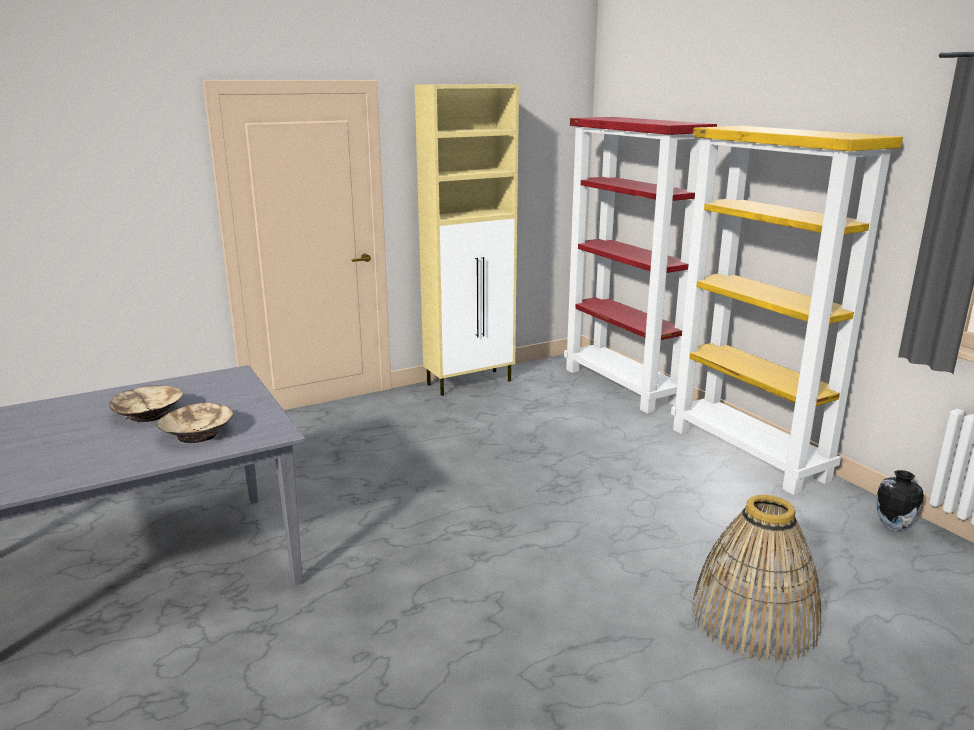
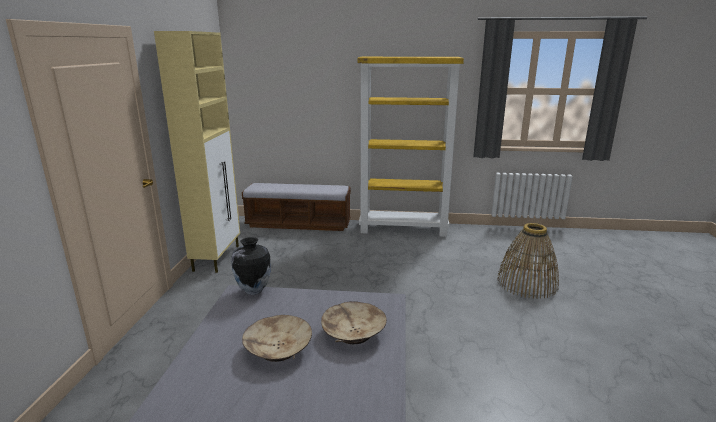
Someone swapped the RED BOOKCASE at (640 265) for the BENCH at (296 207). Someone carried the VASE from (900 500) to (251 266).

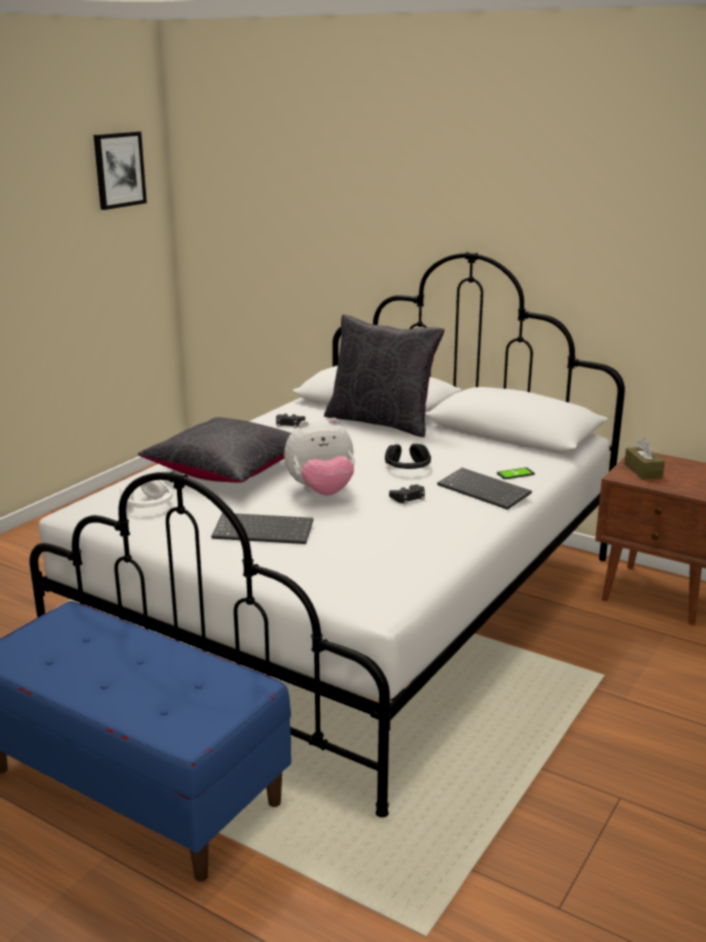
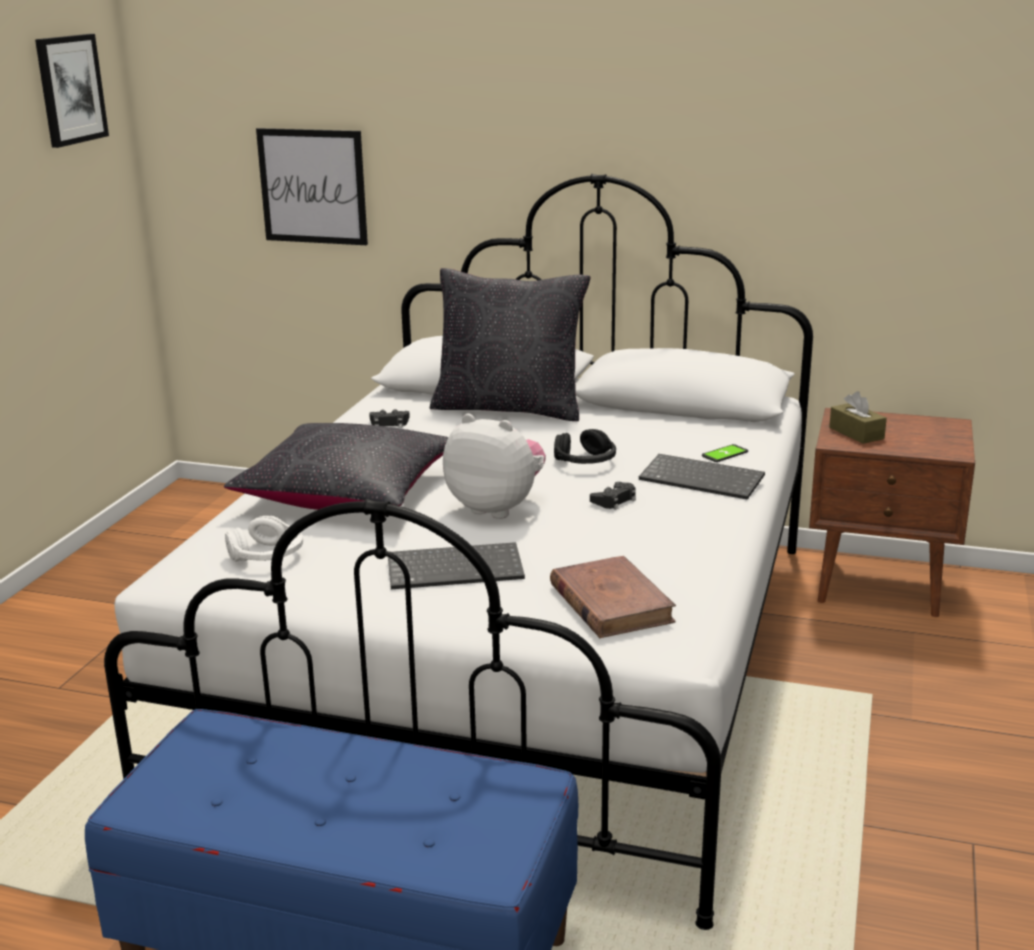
Someone rotated the PLUSH TOY at (319 457) by 120 degrees counterclockwise. Someone put up the PICTURE at (312 186). Someone put down the BROWN BOOK at (613 597).

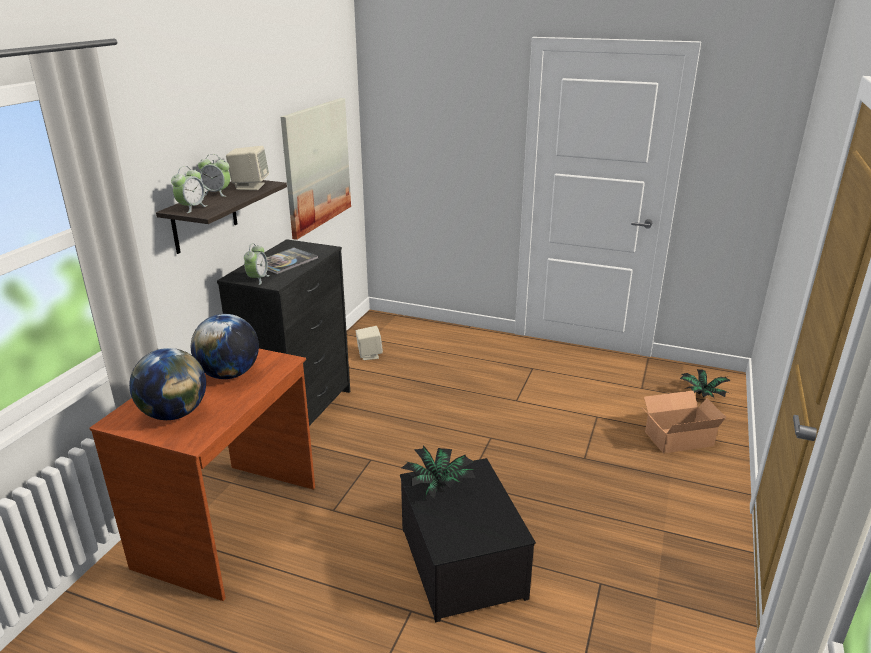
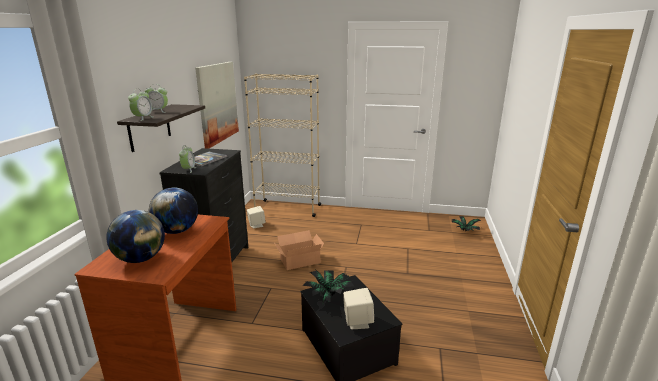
Someone carried the BEIGE SPEAKER from (247 168) to (358 308). Someone carried the CARDBOARD BOX from (684 422) to (299 250). Someone put down the BEIGE BOOKCASE at (282 145).

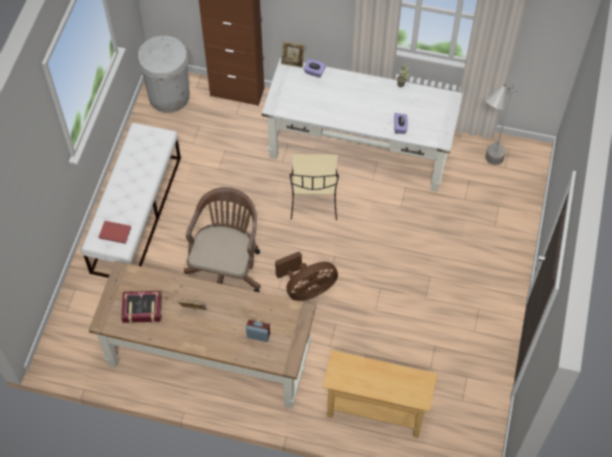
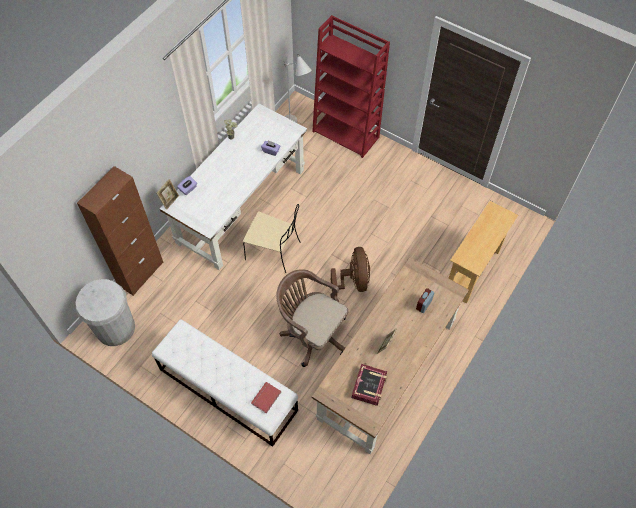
Someone put down the RED BOOKCASE at (351 86).

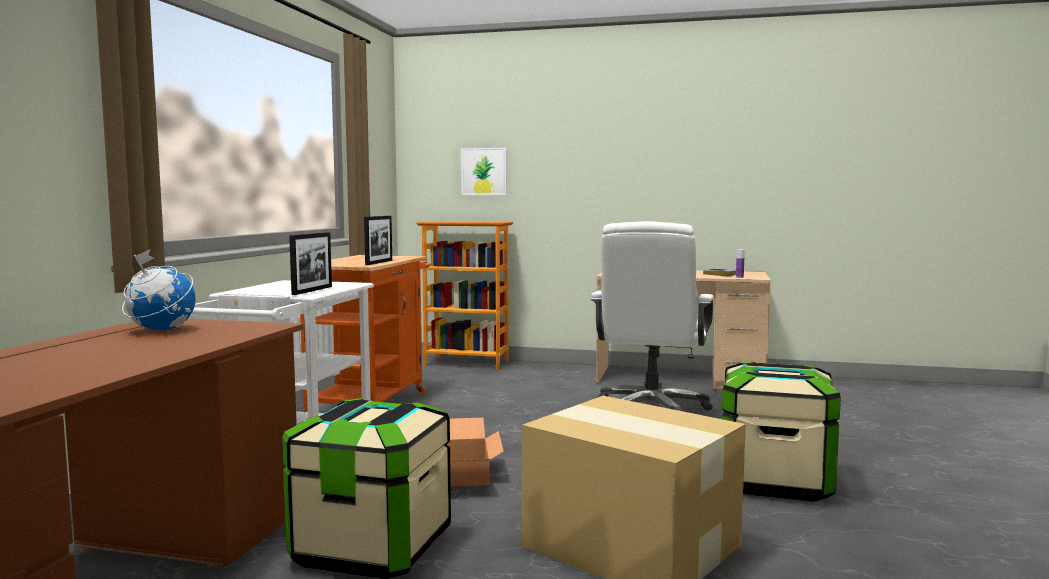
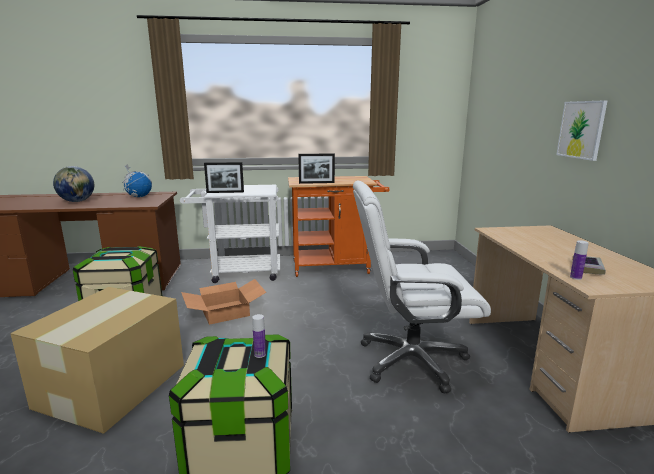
Someone carried the PICTURE from (484 171) to (582 130). Someone took away the BOOKCASE at (465 295). Someone put down the GLOBE at (73 184). Someone put down the BOTTLE at (259 336).

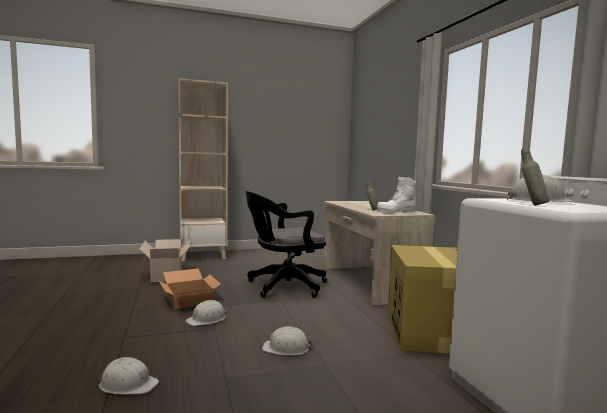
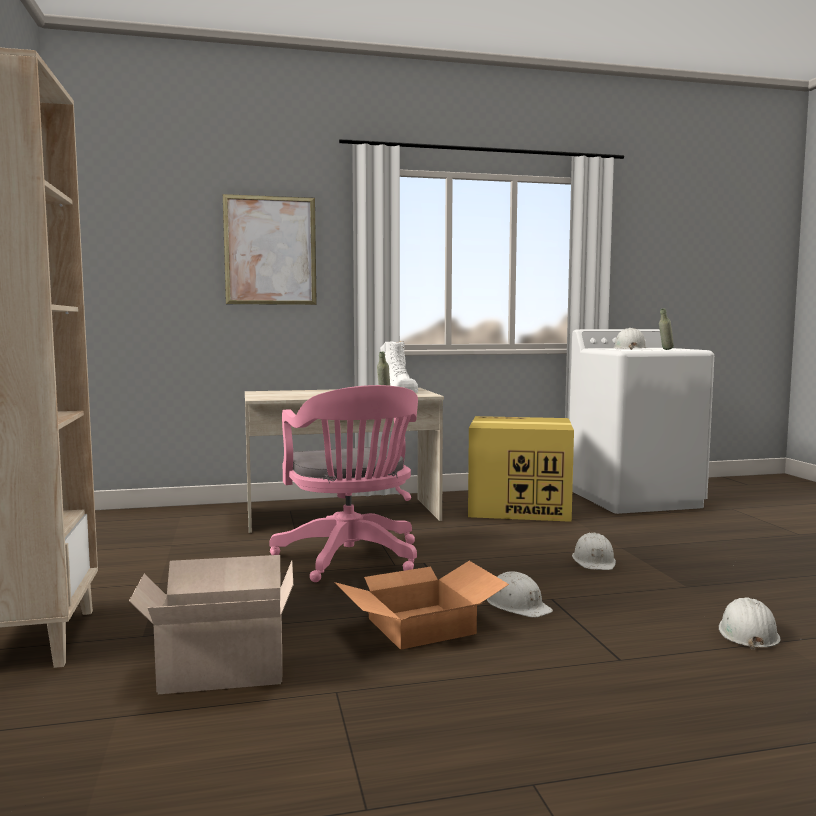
Someone repainted the BLACK OFFICE CHAIR at (286 244), which became the PINK OFFICE CHAIR at (343 483). Someone put up the PICTURE at (270 249).

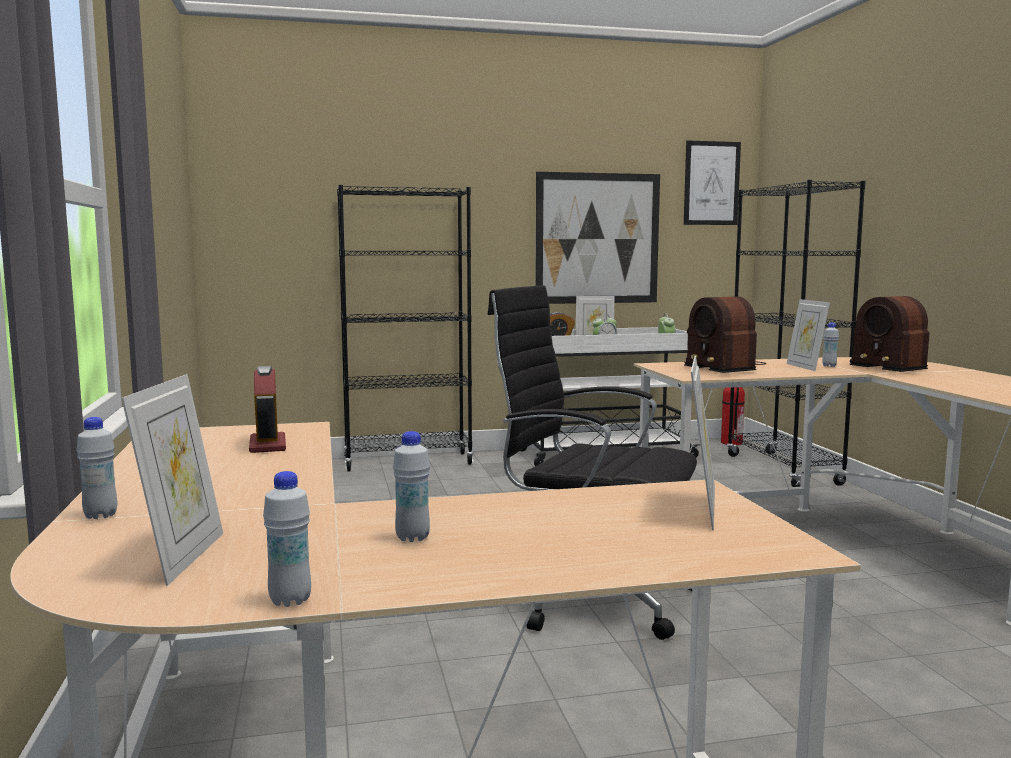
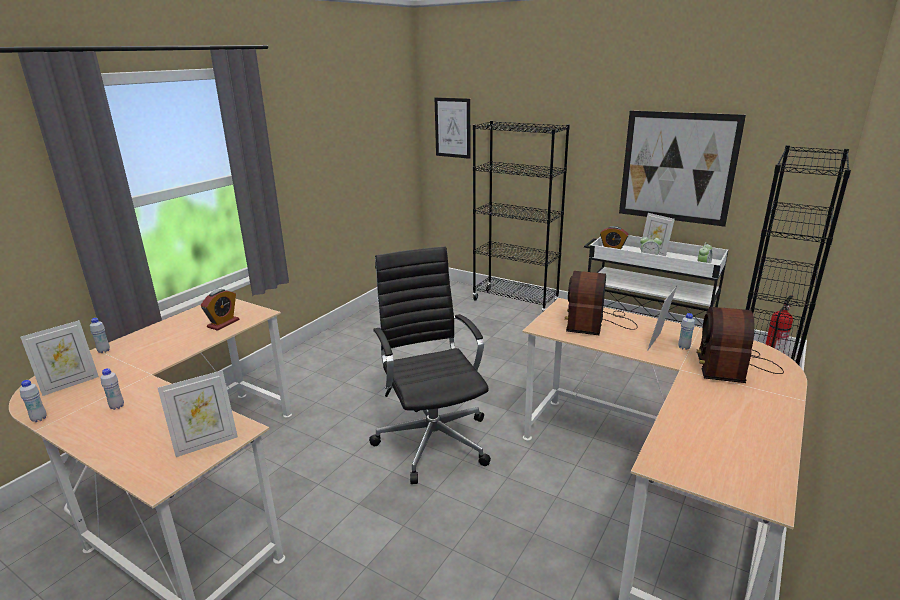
Someone carried the PICTURE from (712 183) to (452 128).

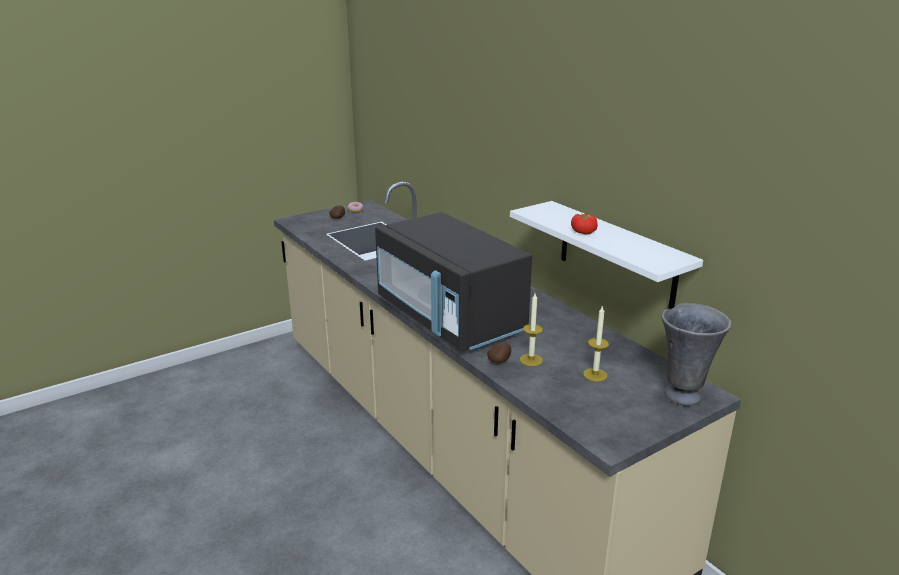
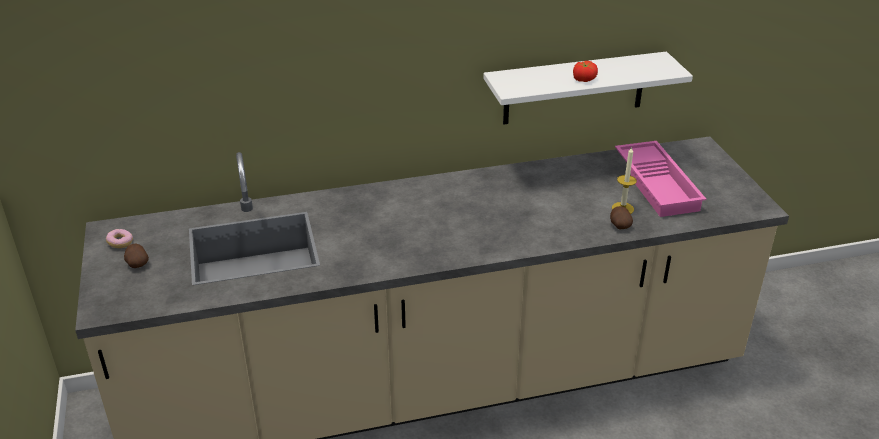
Someone took away the BLACK MICROWAVE at (453 281). Someone took away the GREY VASE at (697 354). Someone swapped the CANDLE at (596 343) for the PINK TRAY at (660 179).

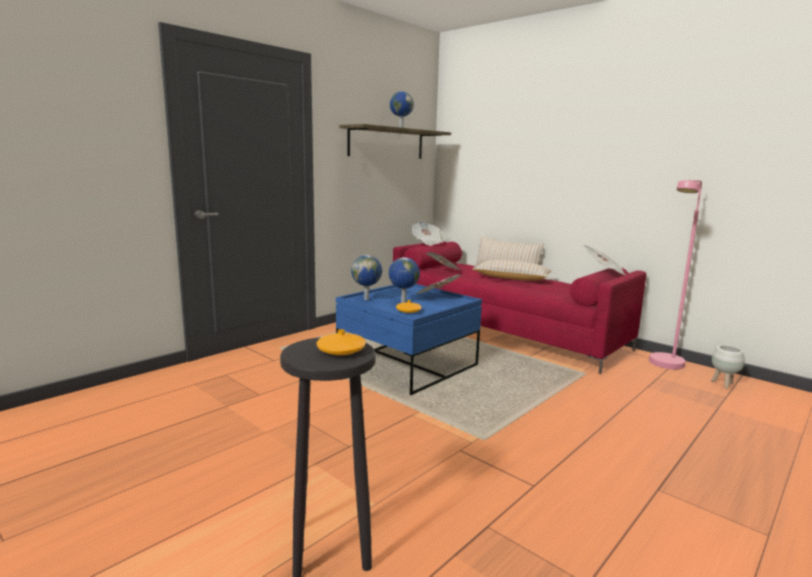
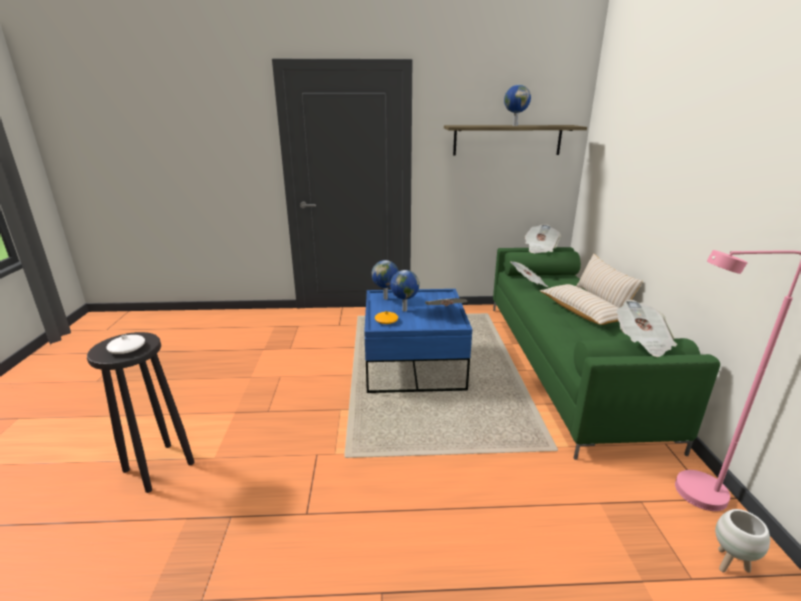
Someone repainted the RED SOFA at (519 307), which became the GREEN SOFA at (606 353). Someone repainted the ORANGE VASE at (341 342), which became the WHITE VASE at (125 344).

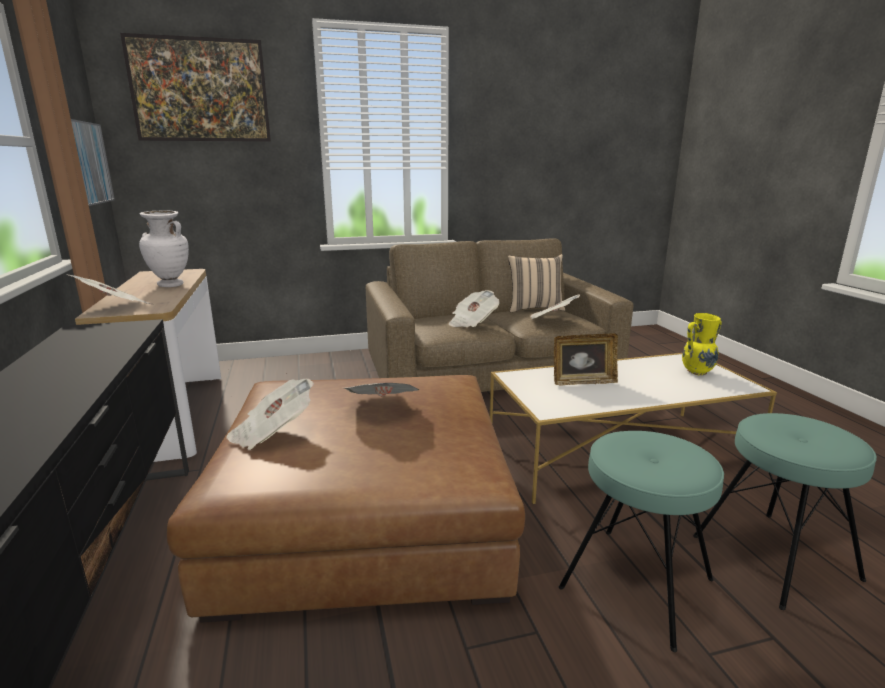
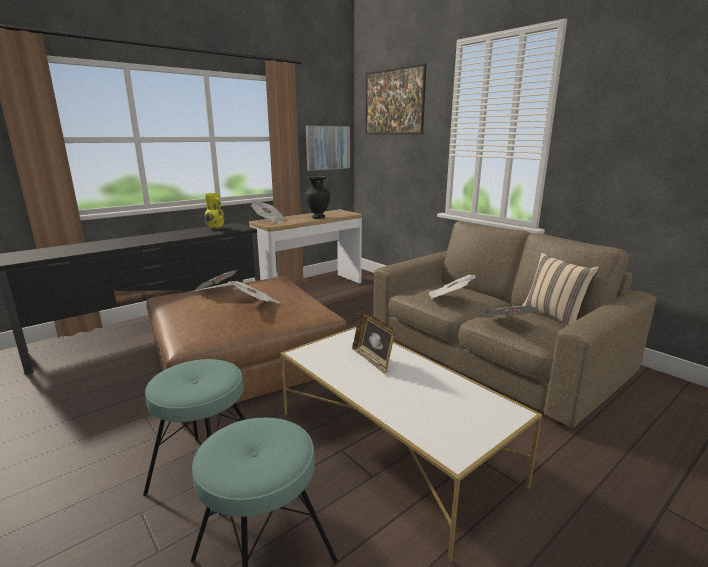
Someone repainted the WHITE VASE at (164 249), which became the BLACK VASE at (317 197). Someone carried the YELLOW VASE from (702 344) to (215 211).

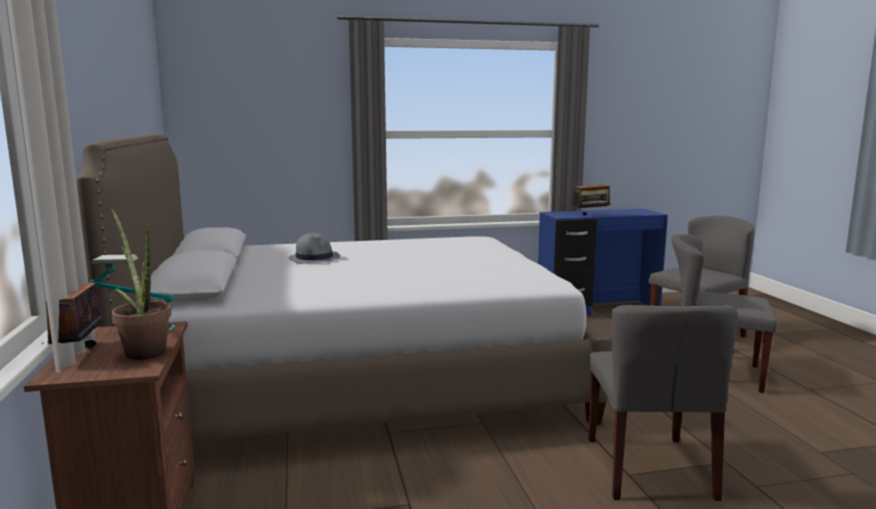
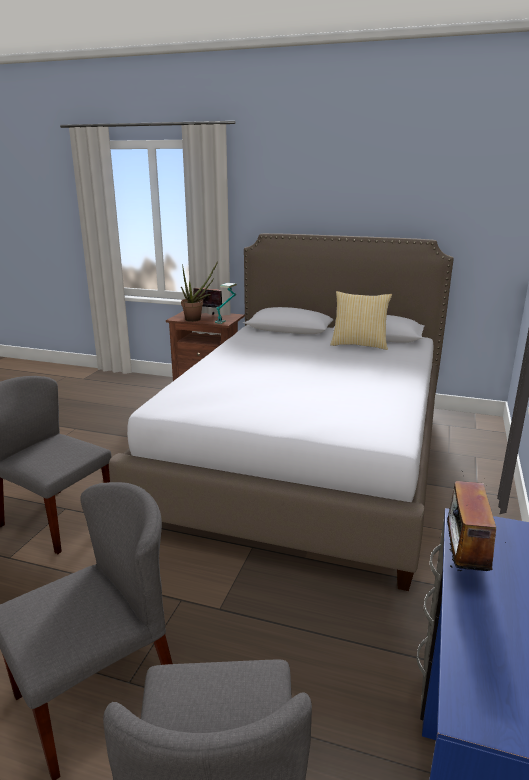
Someone took away the GREY HAT at (314 248). Someone put down the PILLOW at (361 320).

